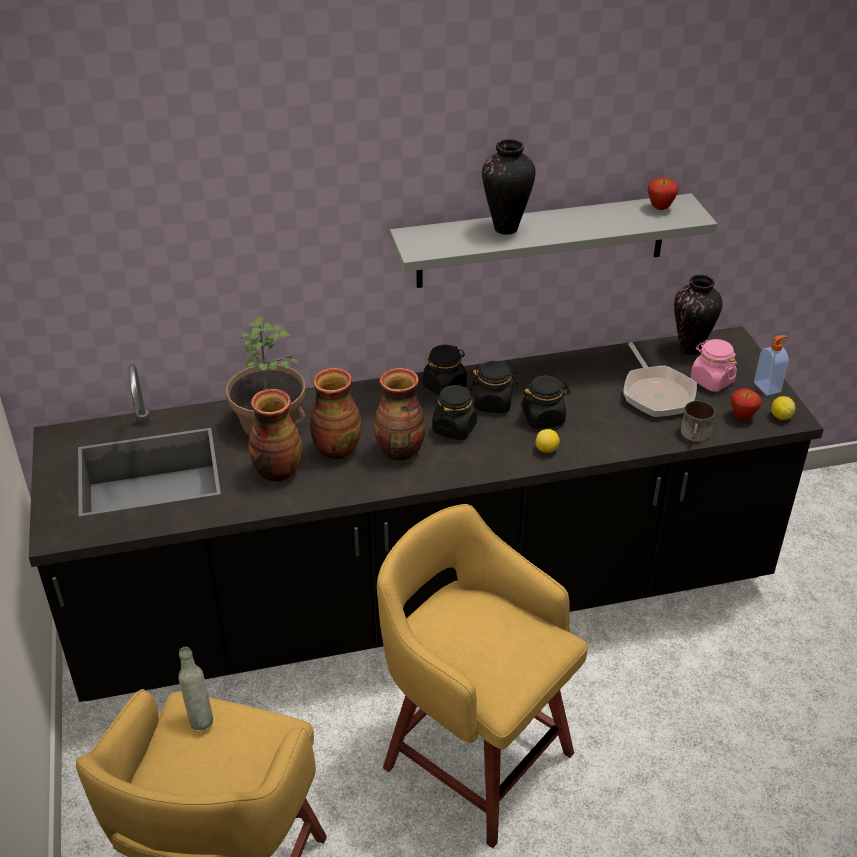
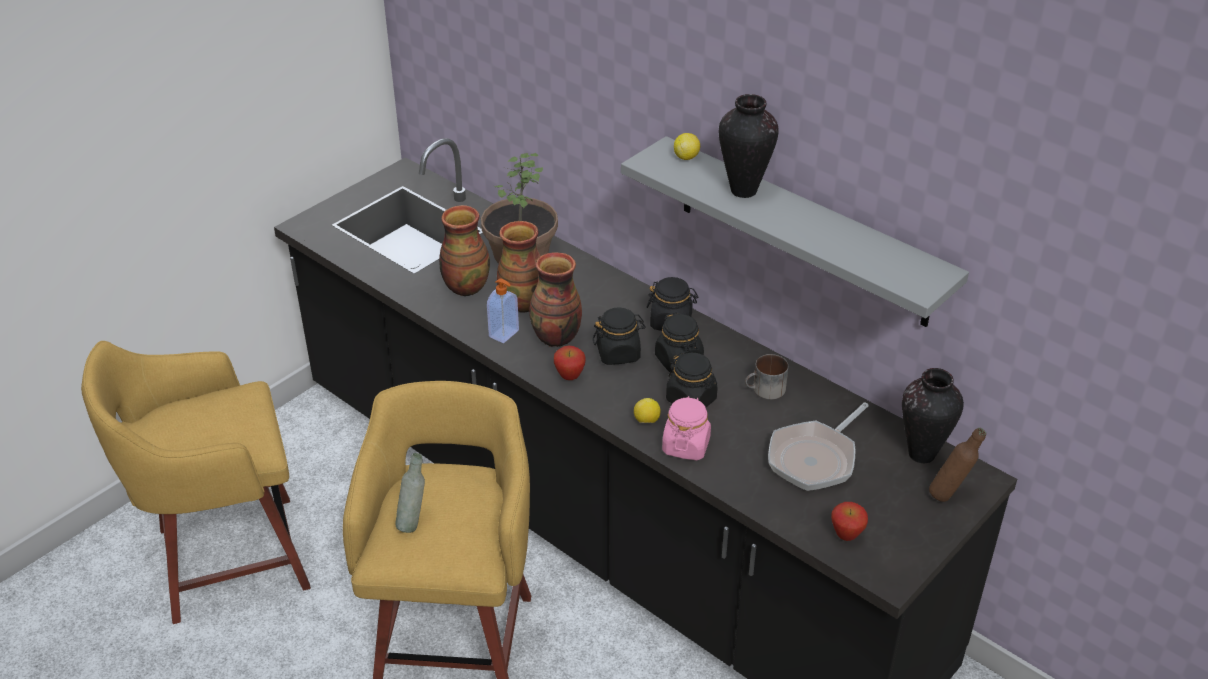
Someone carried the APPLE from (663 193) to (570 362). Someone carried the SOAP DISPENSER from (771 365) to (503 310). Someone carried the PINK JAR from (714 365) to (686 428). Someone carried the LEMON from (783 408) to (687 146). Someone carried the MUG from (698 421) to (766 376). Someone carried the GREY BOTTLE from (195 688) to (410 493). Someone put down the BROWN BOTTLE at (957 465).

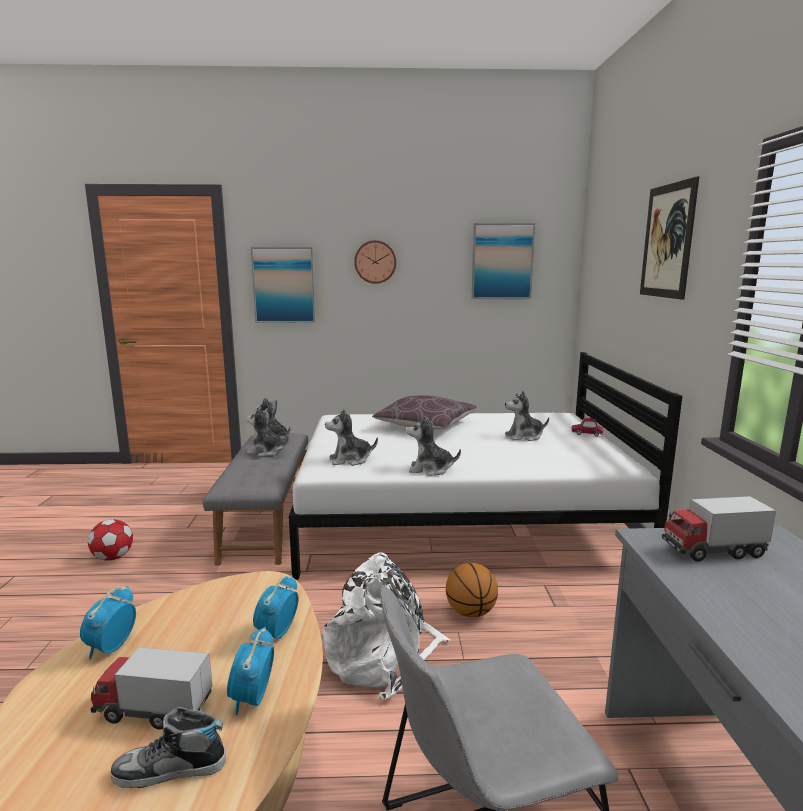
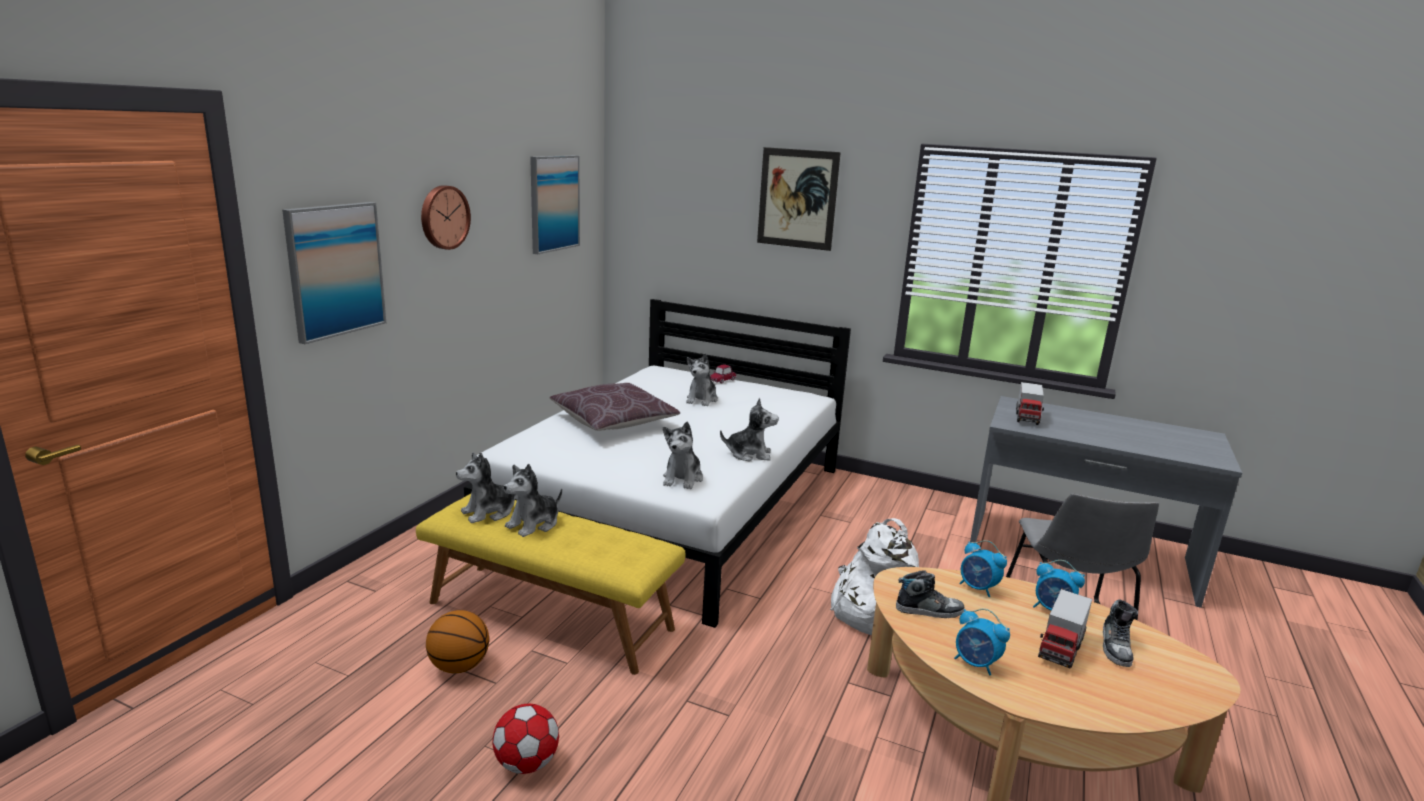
Someone rotated the PLUSH TOY at (433 445) by 120 degrees counterclockwise. Someone repainted the GREY BENCH at (255 499), which became the YELLOW BENCH at (550 584). Someone carried the BASKETBALL from (472 590) to (457 641). Someone put down the SHOE at (930 594).

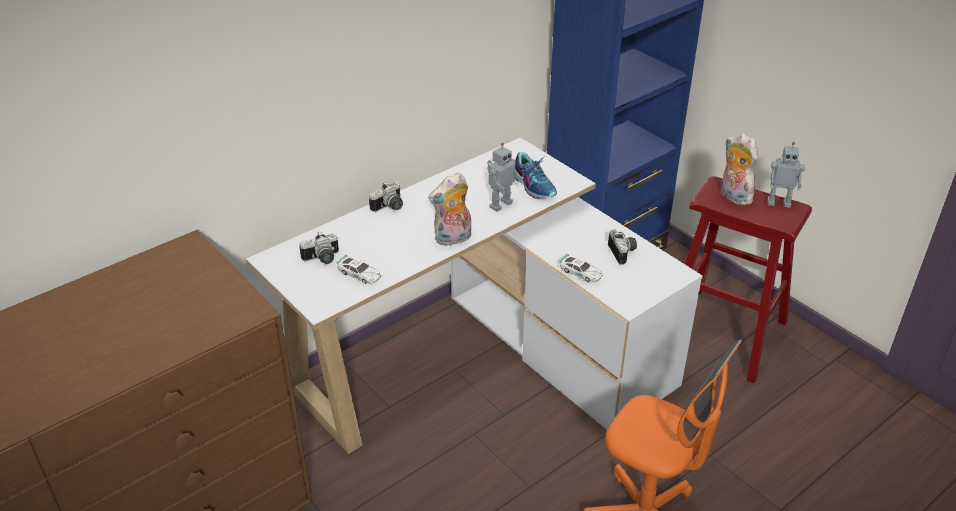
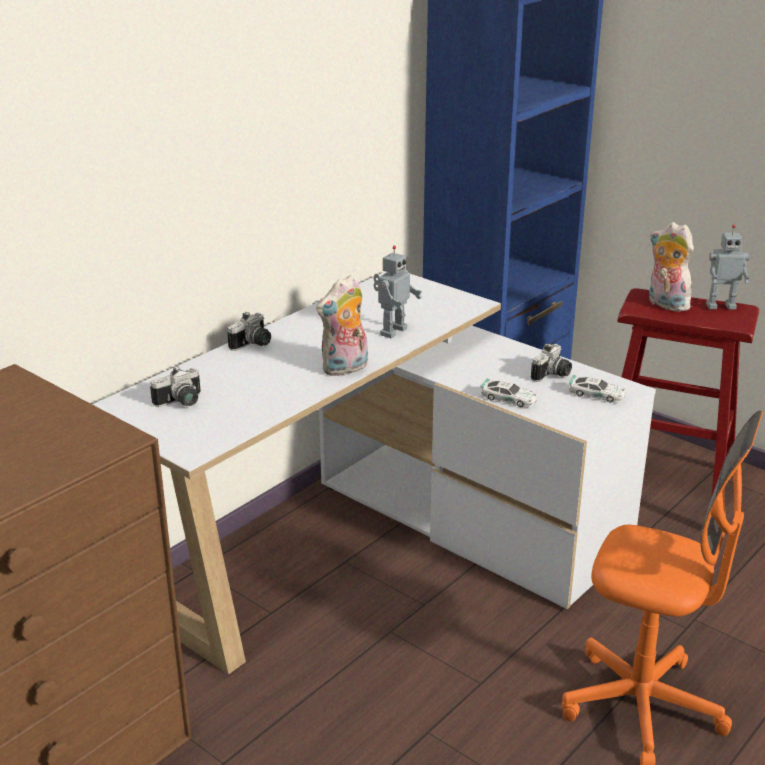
Someone took away the SHOE at (536 175). Someone rotated the PHOTO CAMERA at (622 247) by 60 degrees clockwise. Someone carried the TOY CAR from (358 270) to (597 389).

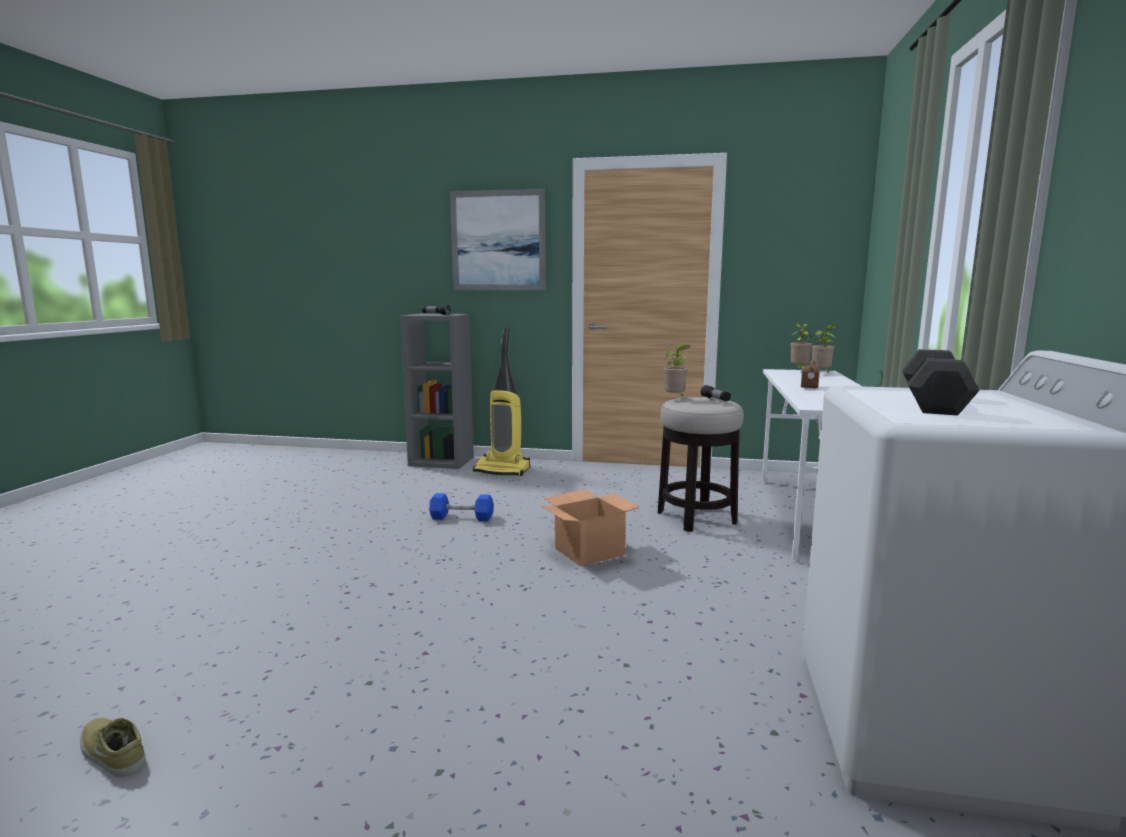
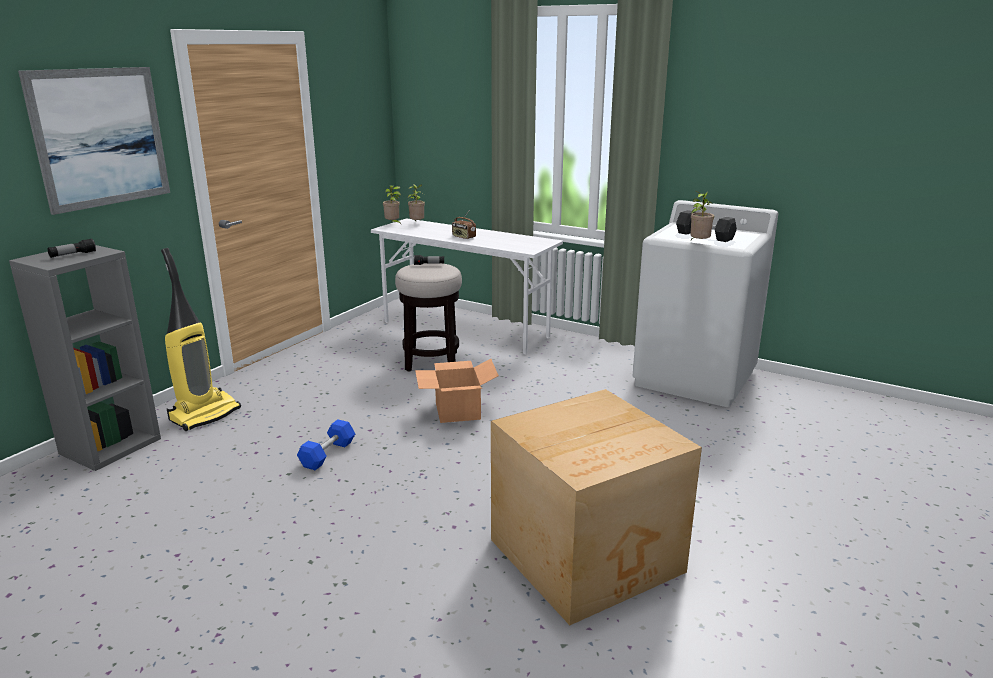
Someone carried the POTTED PLANT from (677 371) to (702 215). Someone took away the BEIGE SHOE at (113 747). Someone put down the CARDBOARD BOX at (596 507).

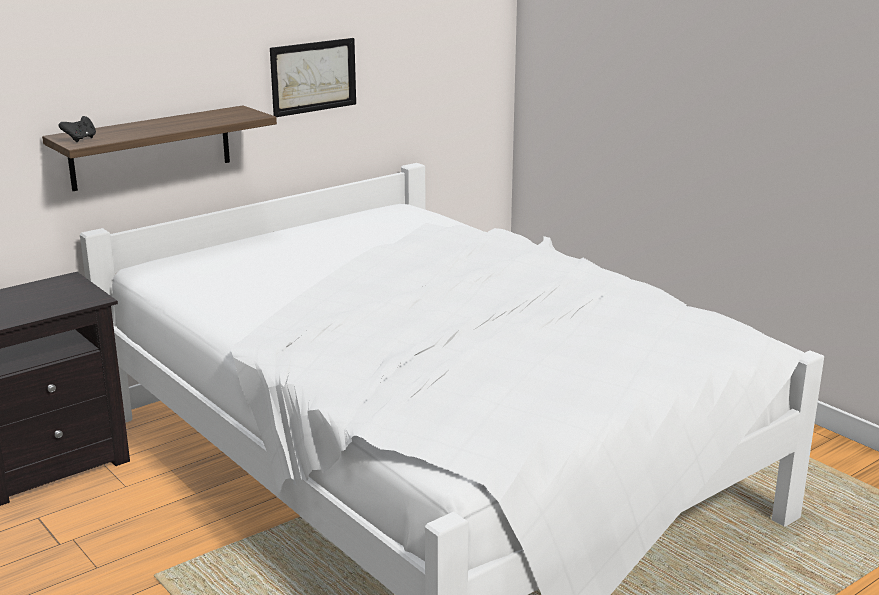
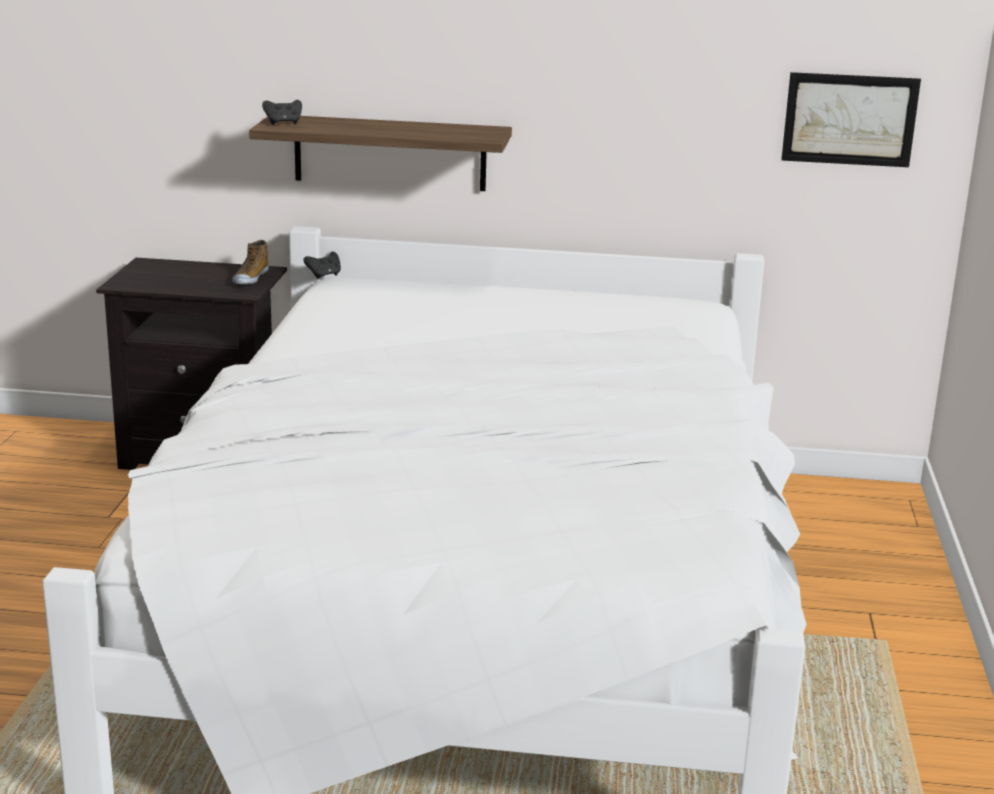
Someone carried the PICTURE from (313 77) to (851 119). Someone put down the SHOE at (250 262). Someone put down the BLACK GAME CONTROLLER at (322 265).

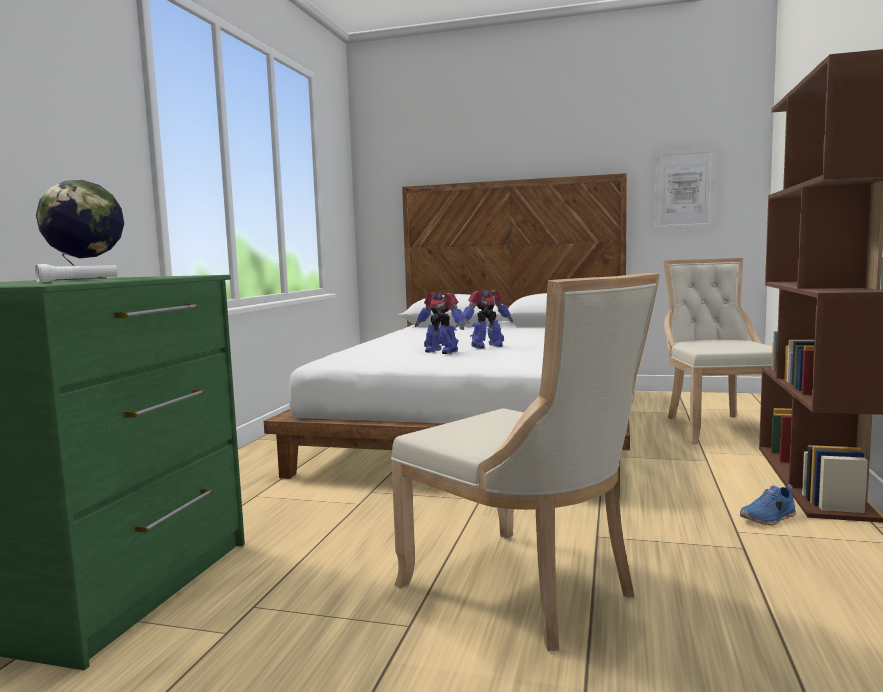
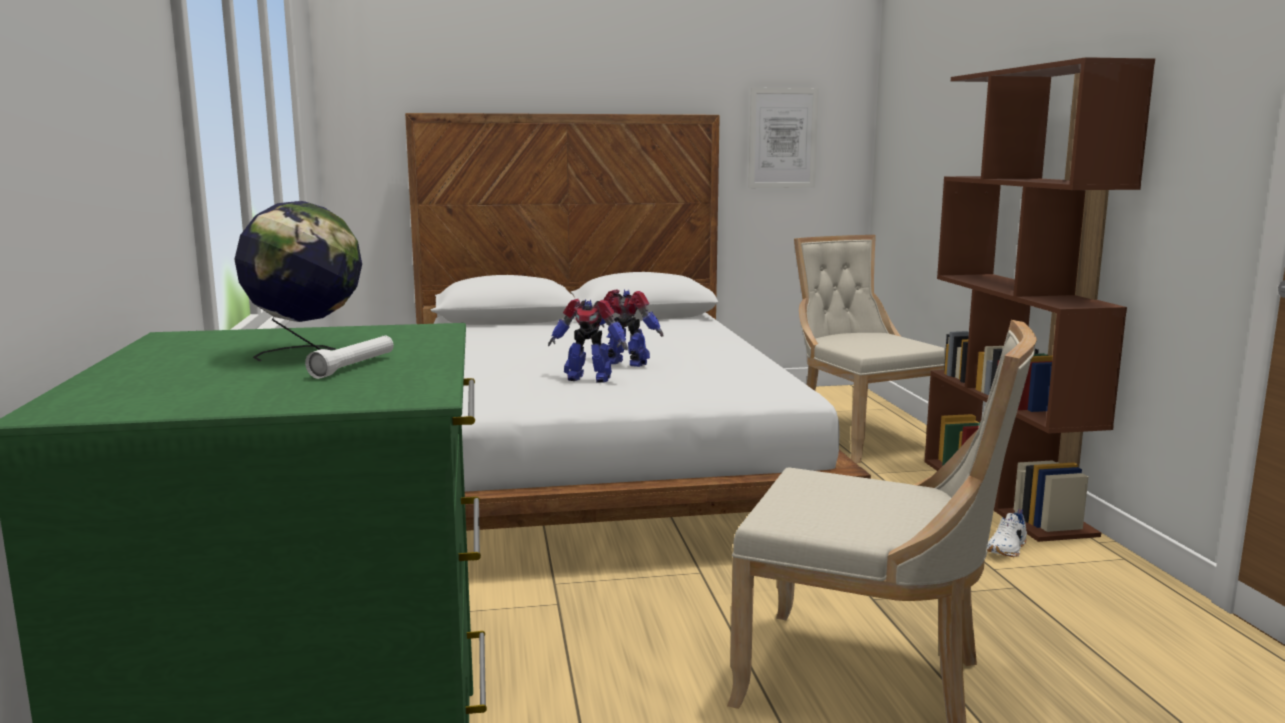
Someone rotated the TOY ROBOT at (488 319) by 105 degrees counterclockwise. Someone repainted the BLUE SHOE at (768 504), which became the WHITE SHOE at (1007 533).

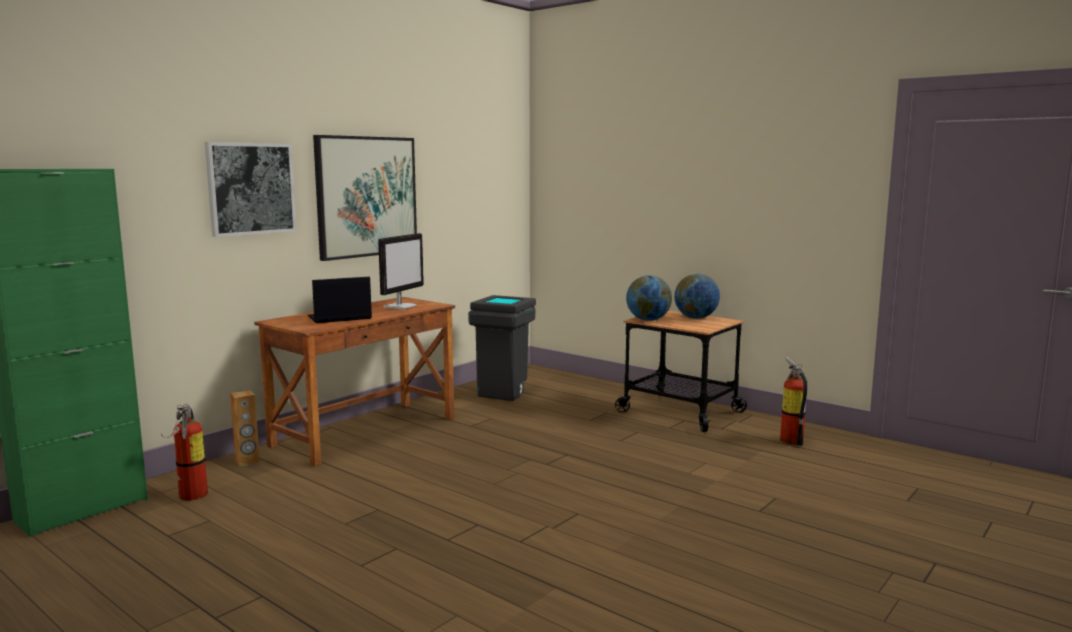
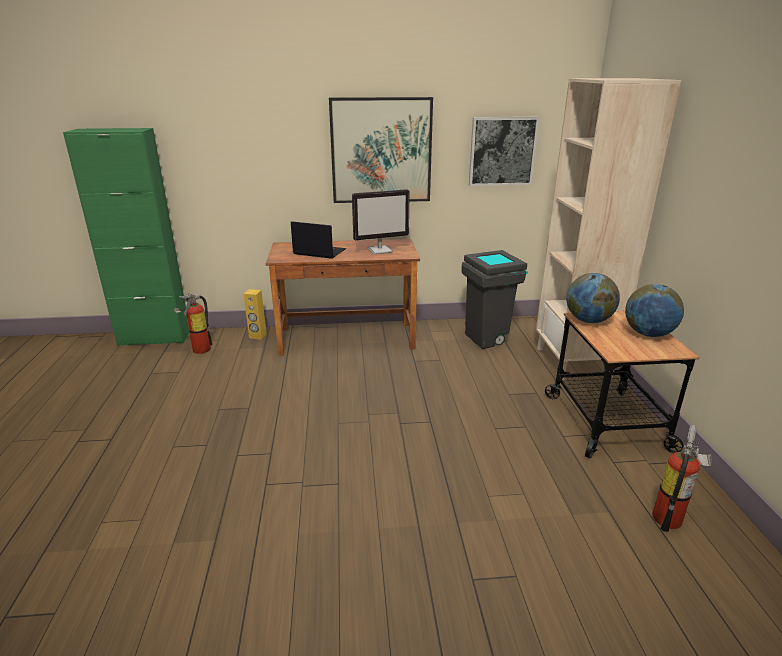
Someone carried the PICTURE from (251 189) to (504 151). Someone repainted the BROWN SPEAKER at (245 428), which became the YELLOW SPEAKER at (255 314). Someone put down the BEIGE BOOKCASE at (608 229).

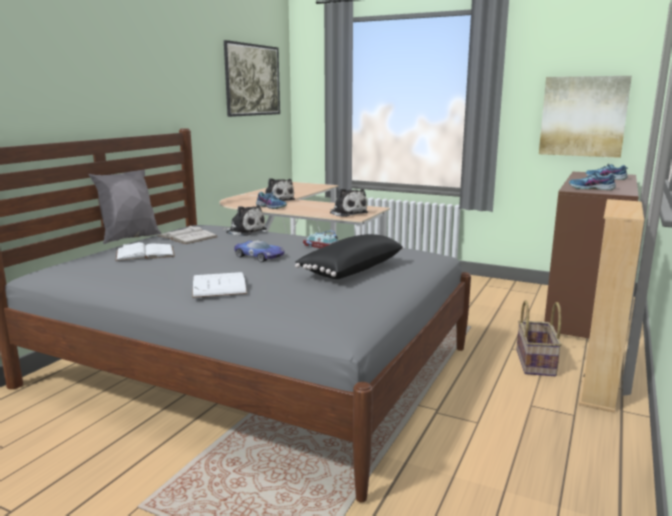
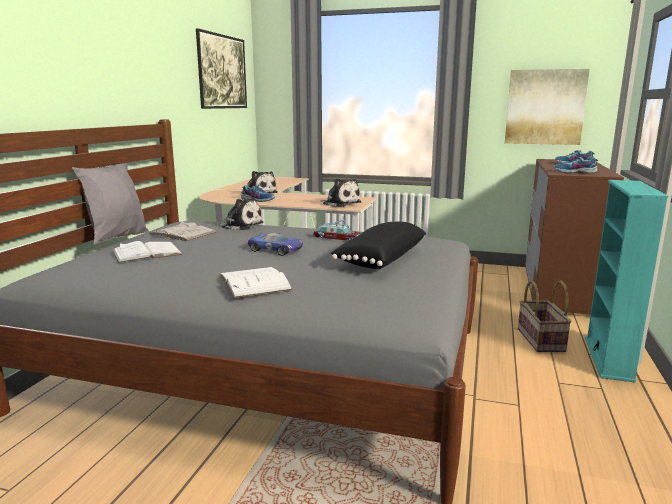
Someone repainted the BEIGE BOOKCASE at (611 306), which became the TURQUOISE BOOKCASE at (626 281).

